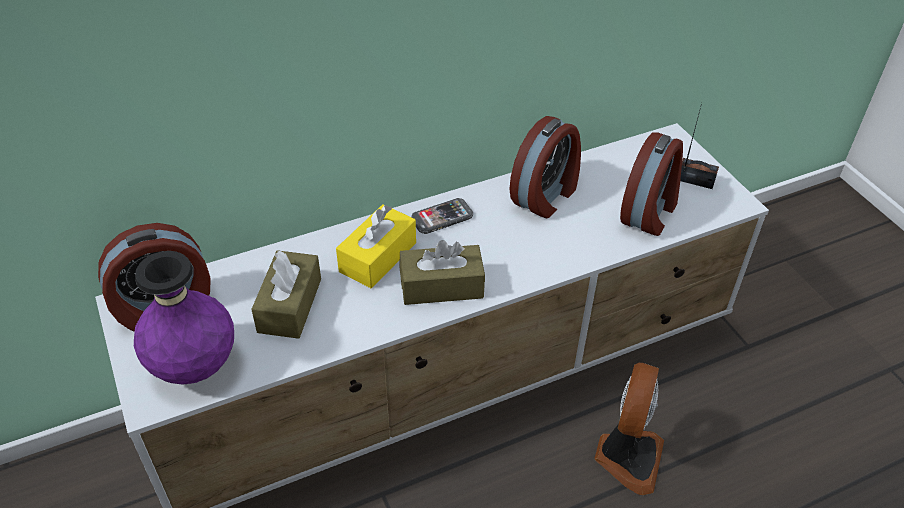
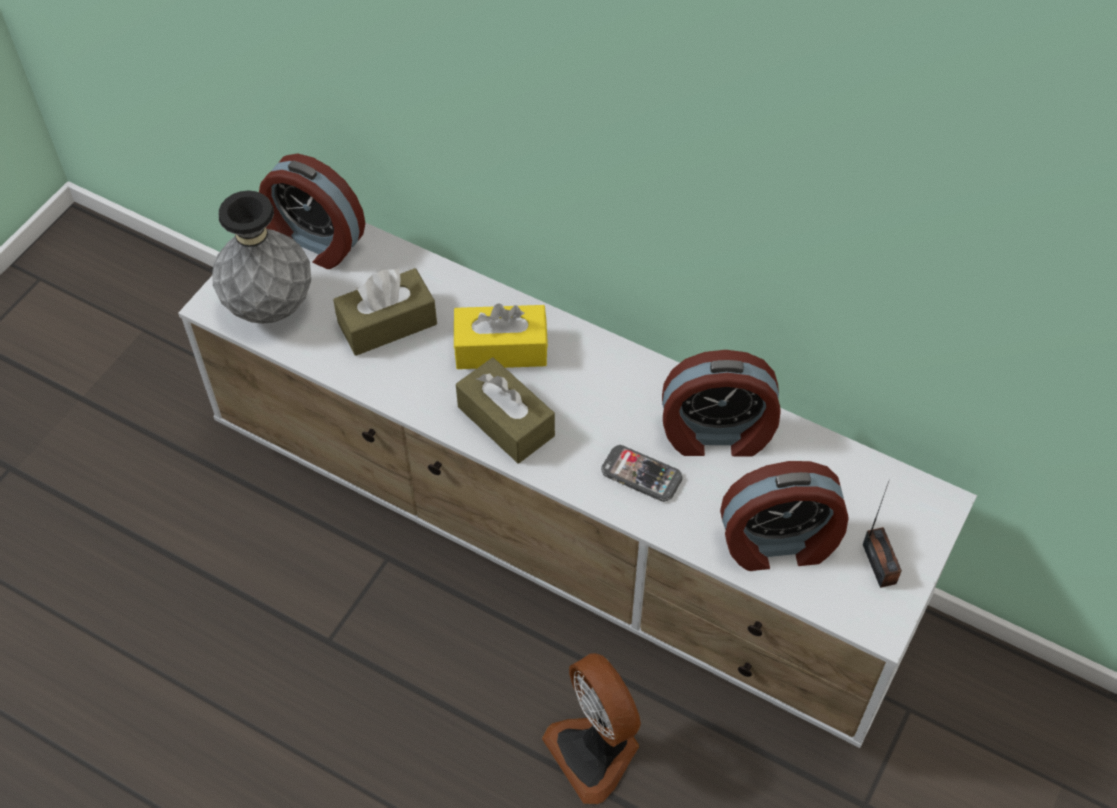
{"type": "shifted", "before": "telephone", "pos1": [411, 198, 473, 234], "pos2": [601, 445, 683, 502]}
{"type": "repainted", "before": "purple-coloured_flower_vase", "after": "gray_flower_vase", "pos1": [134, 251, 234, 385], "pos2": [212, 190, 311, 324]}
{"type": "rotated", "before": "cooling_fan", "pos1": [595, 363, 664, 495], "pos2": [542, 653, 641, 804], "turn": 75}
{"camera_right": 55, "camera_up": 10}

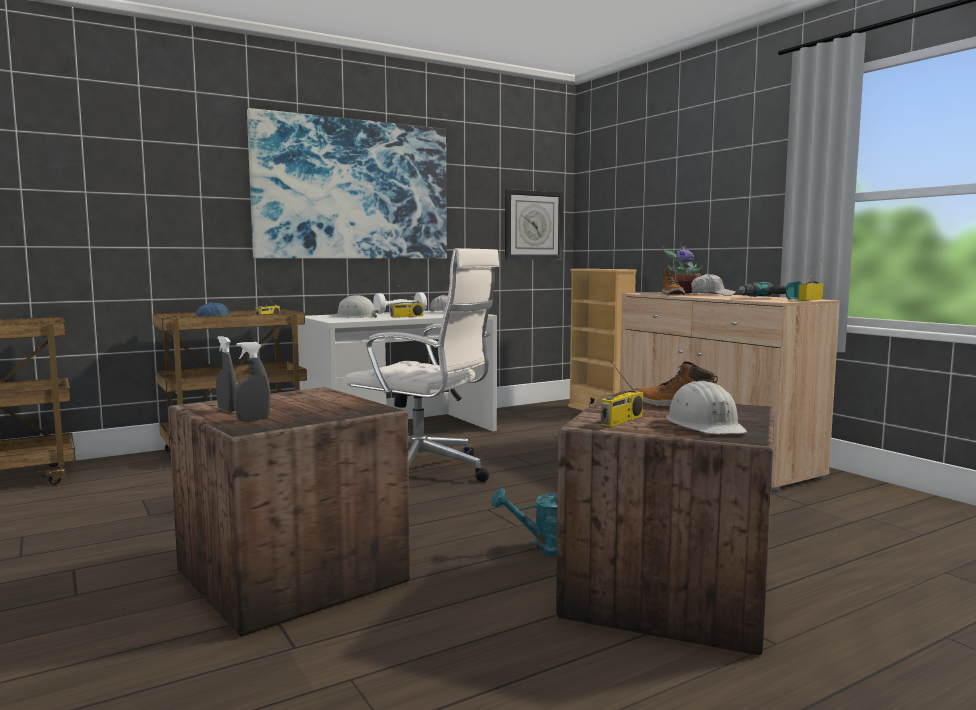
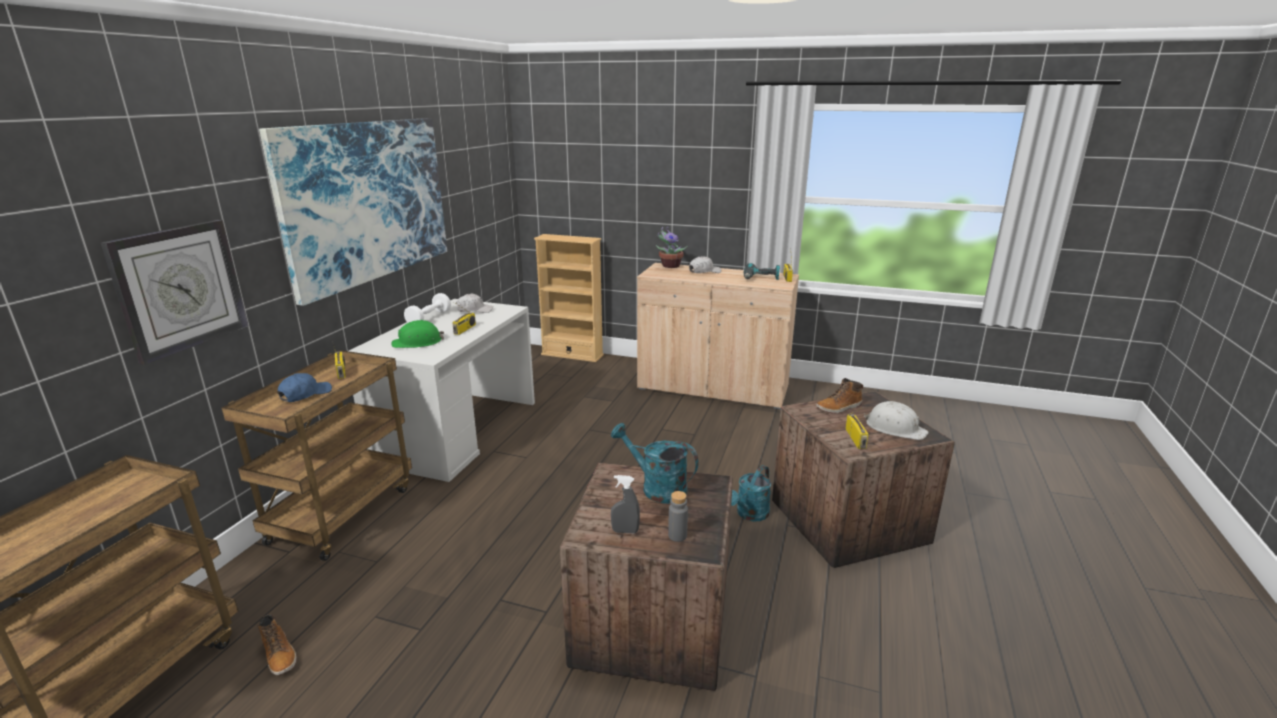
{"type": "shifted", "before": "clock_on_the_wall", "pos1": [505, 189, 563, 259], "pos2": [101, 220, 248, 365]}
{"type": "gone", "before": "white_computer_chair", "pos1": [344, 248, 500, 482]}
{"type": "shifted", "before": "boot", "pos1": [662, 268, 685, 295], "pos2": [257, 615, 297, 675]}
{"type": "repainted", "before": "white_safety_helmet", "after": "greenish_safety_helmet", "pos1": [330, 295, 379, 318], "pos2": [392, 320, 444, 348]}
{"type": "swapped", "before": "gray_hand_sprayer", "after": "gray_drink_bottle", "pos1": [234, 342, 271, 421], "pos2": [668, 491, 688, 542]}
{"type": "new", "after": "blue-green_watering_pot", "pos2": [611, 423, 699, 504]}
{"camera_right": -40, "camera_up": 15}

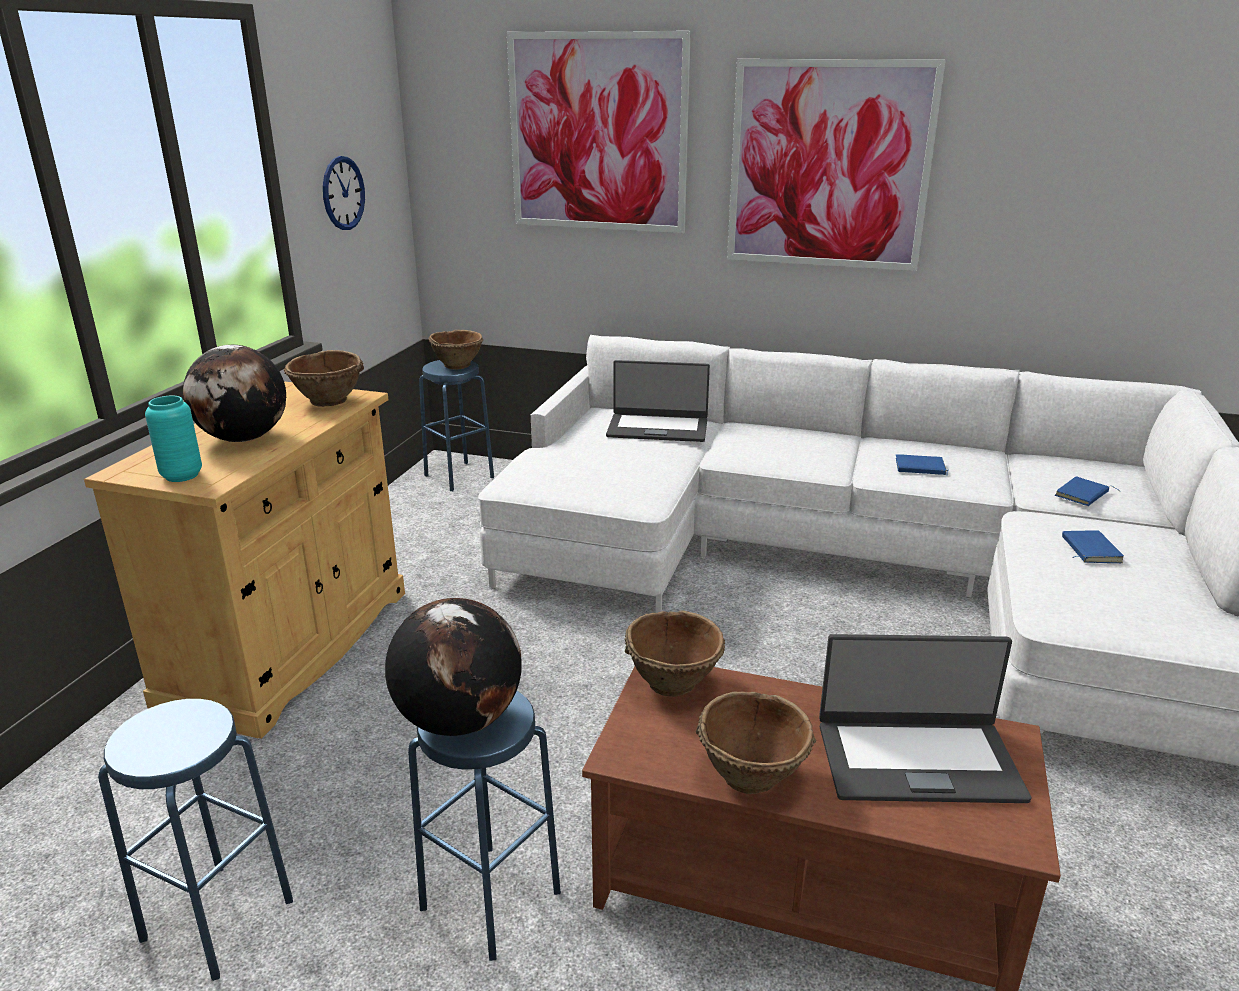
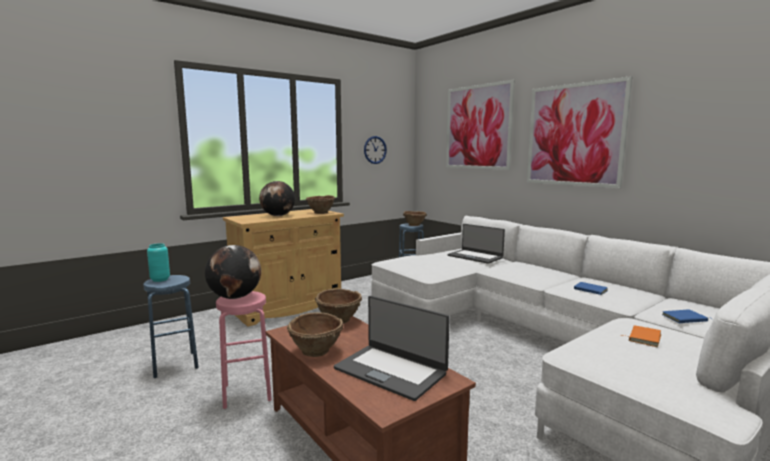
{"type": "shifted", "before": "blue-green_flower_vase", "pos1": [145, 396, 202, 482], "pos2": [147, 243, 170, 282]}
{"type": "repainted", "before": "blue_bound_book", "after": "orange_bound_book", "pos1": [1062, 530, 1124, 563], "pos2": [624, 325, 661, 347]}
{"type": "repainted", "before": "blue_stool", "after": "pink-coloured_stool", "pos1": [408, 691, 561, 961], "pos2": [216, 291, 272, 409]}
{"camera_right": 35, "camera_up": -15}

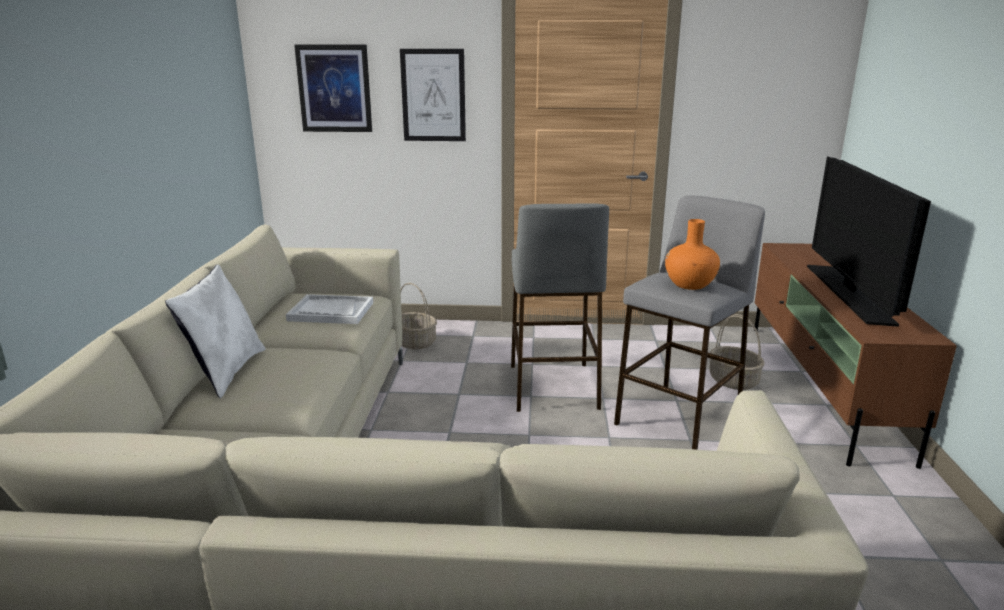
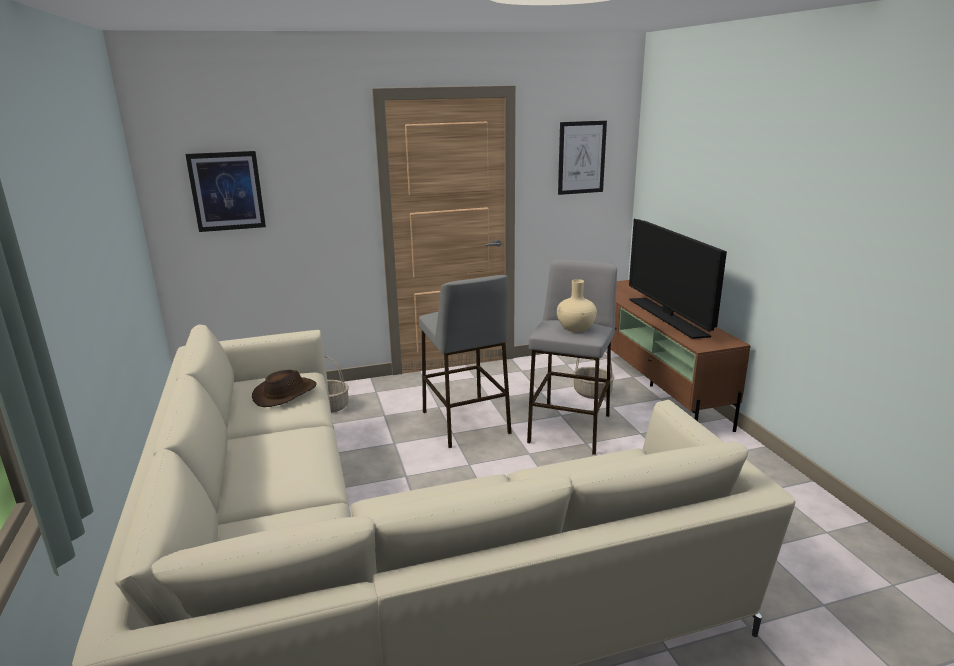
{"type": "shifted", "before": "picture", "pos1": [400, 49, 466, 141], "pos2": [558, 121, 607, 195]}
{"type": "repainted", "before": "orange_flower_vase", "after": "beige_flower_vase", "pos1": [665, 219, 720, 290], "pos2": [557, 279, 597, 332]}
{"type": "gone", "before": "white_pillow", "pos1": [165, 264, 266, 398]}
{"type": "swapped", "before": "white_serving_tray", "after": "brown_clothing_hat", "pos1": [286, 294, 373, 324], "pos2": [252, 370, 317, 407]}
{"camera_right": -20, "camera_up": 0}

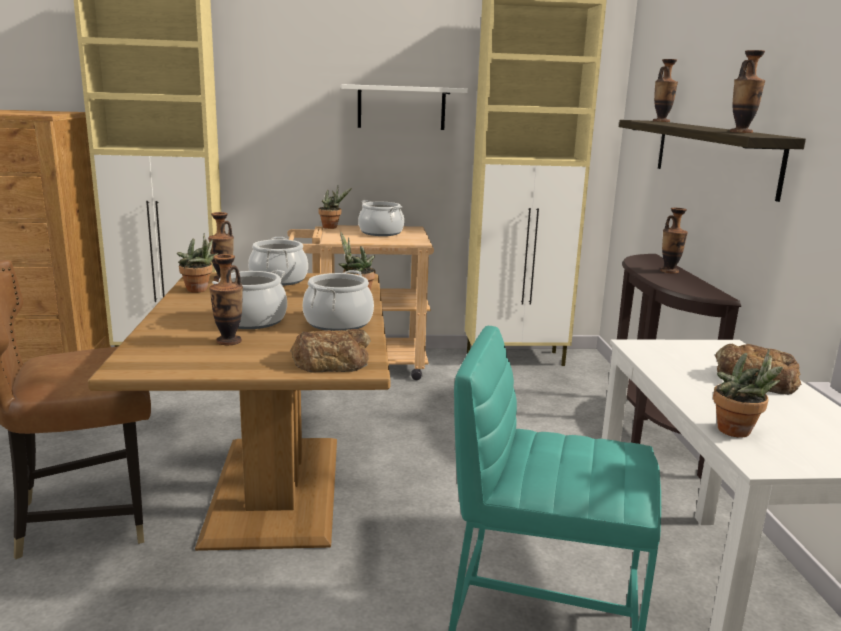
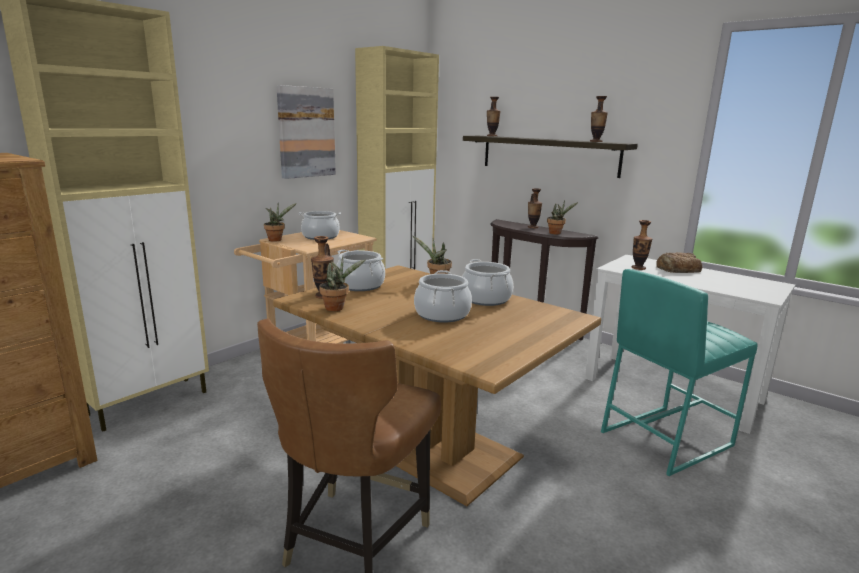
{"type": "swapped", "before": "white_wall_shelf", "after": "picture", "pos1": [341, 84, 468, 130], "pos2": [277, 85, 336, 179]}
{"type": "shifted", "before": "flower_vase", "pos1": [209, 254, 243, 346], "pos2": [632, 220, 652, 270]}
{"type": "gone", "before": "bread", "pos1": [290, 329, 371, 373]}
{"type": "shifted", "before": "houseplant", "pos1": [713, 349, 783, 437], "pos2": [547, 200, 578, 234]}
{"camera_right": -45, "camera_up": 0}

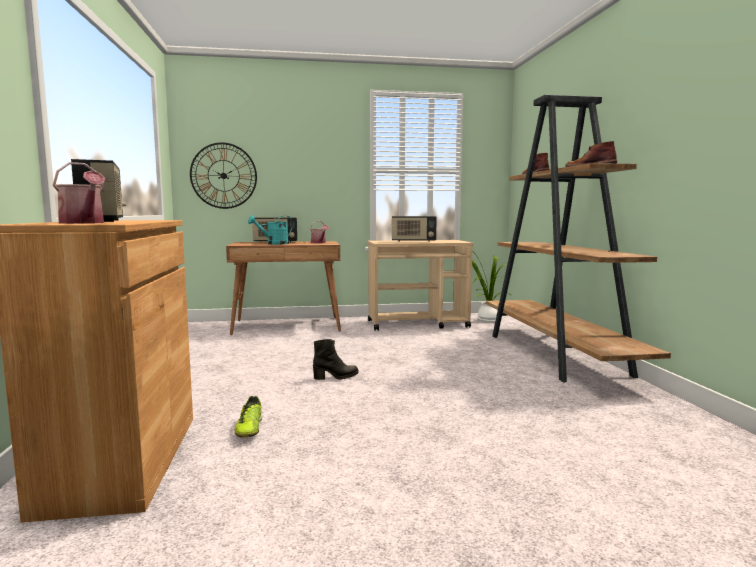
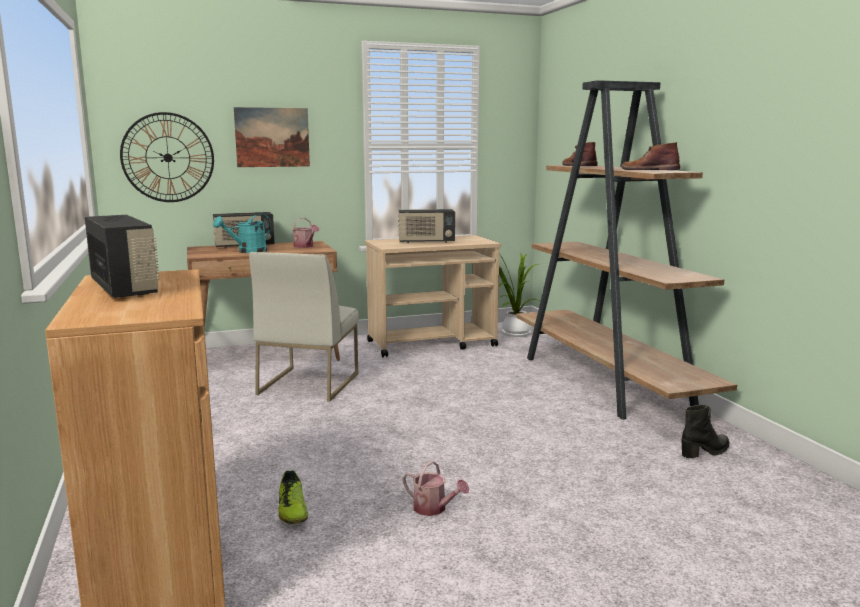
{"type": "shifted", "before": "watering_pot", "pos1": [52, 162, 105, 224], "pos2": [403, 461, 469, 516]}
{"type": "shifted", "before": "black_boot", "pos1": [313, 339, 358, 380], "pos2": [682, 405, 729, 458]}
{"type": "new", "after": "picture", "pos2": [234, 107, 310, 167]}
{"type": "new", "after": "white_chair", "pos2": [249, 252, 359, 402]}
{"camera_right": -10, "camera_up": 5}

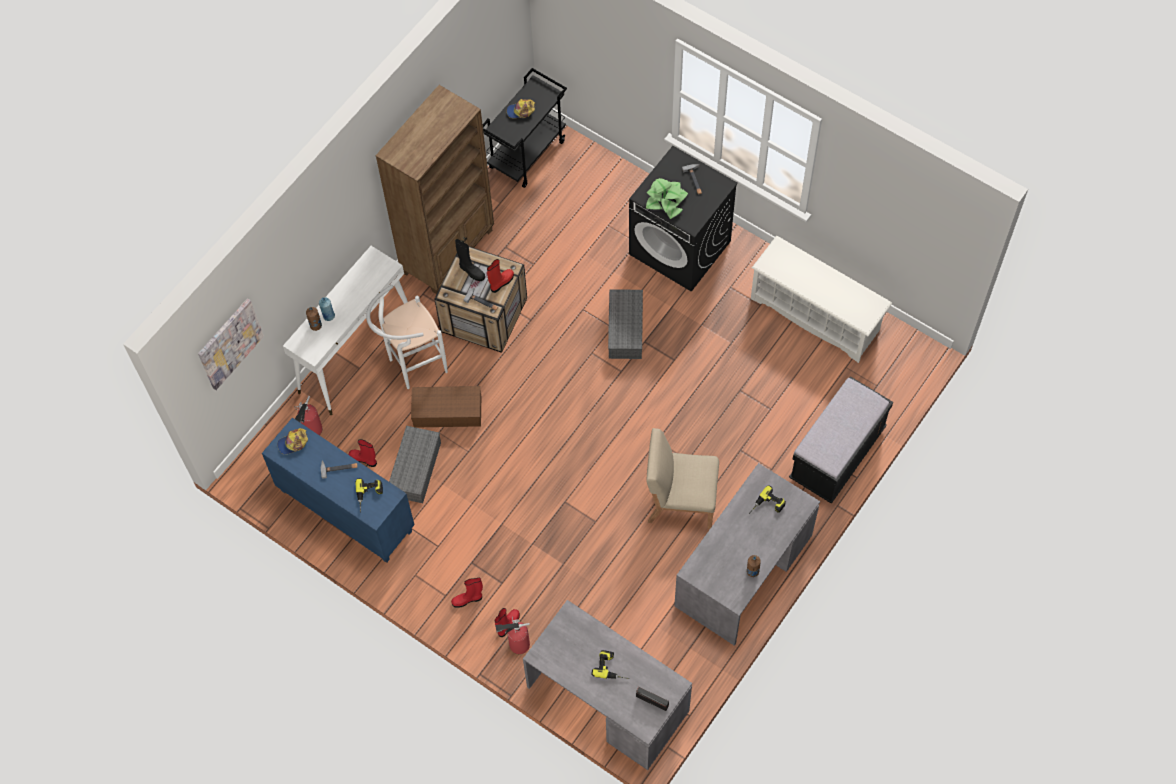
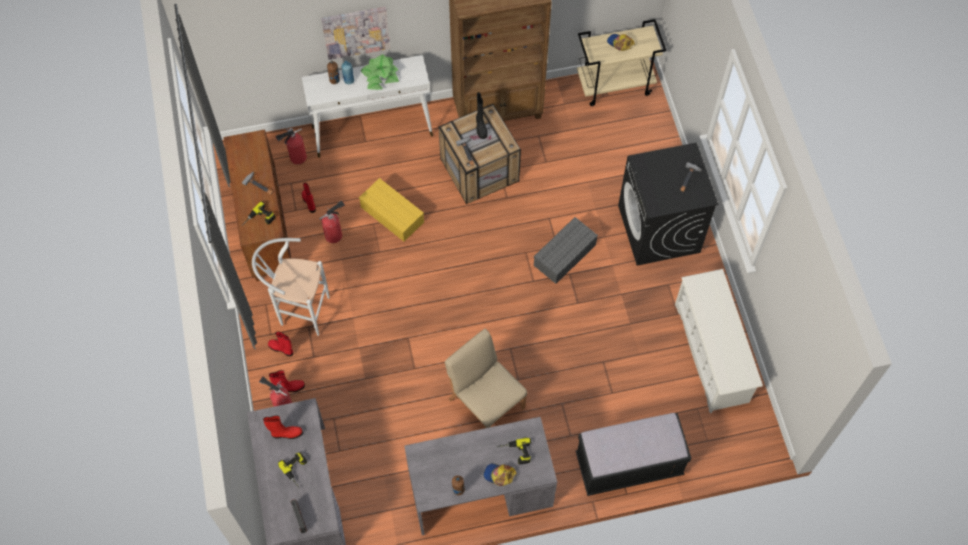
{"type": "repainted", "before": "black_trolley", "after": "beige_trolley", "pos1": [483, 68, 567, 188], "pos2": [577, 19, 666, 106]}
{"type": "shifted", "before": "houseplant", "pos1": [646, 178, 688, 219], "pos2": [361, 54, 399, 90]}
{"type": "shifted", "before": "red-coloured_boot", "pos1": [487, 259, 514, 293], "pos2": [263, 415, 303, 439]}
{"type": "shifted", "before": "white_stool", "pos1": [366, 285, 448, 389], "pos2": [252, 238, 330, 336]}
{"type": "shifted", "before": "picture", "pos1": [198, 298, 264, 390], "pos2": [321, 7, 390, 60]}
{"type": "repainted", "before": "brown_storage_container", "after": "yellowish_storage_container", "pos1": [411, 386, 481, 428], "pos2": [359, 178, 424, 242]}
{"type": "repainted", "before": "blue_storage_cabinet", "after": "brown_storage_cabinet", "pos1": [262, 417, 415, 563], "pos2": [224, 130, 291, 281]}
{"type": "swapped", "before": "gray_storage_container", "after": "extinguisher", "pos1": [389, 426, 441, 503], "pos2": [319, 200, 345, 243]}
{"type": "shifted", "before": "peaked_cap", "pos1": [277, 428, 308, 454], "pos2": [484, 463, 517, 486]}
{"camera_right": 40, "camera_up": 0}

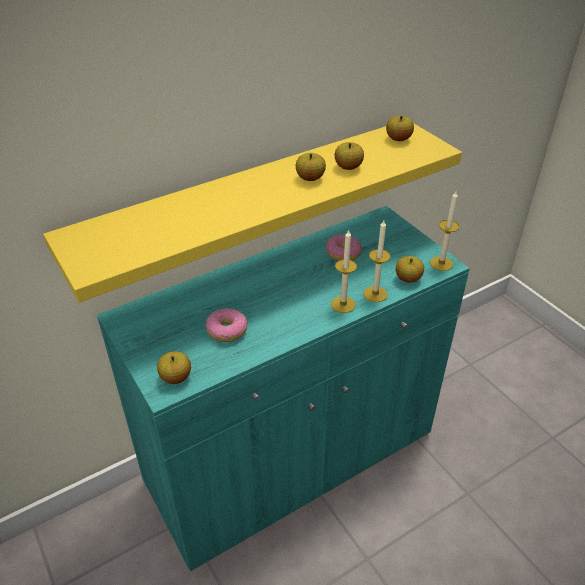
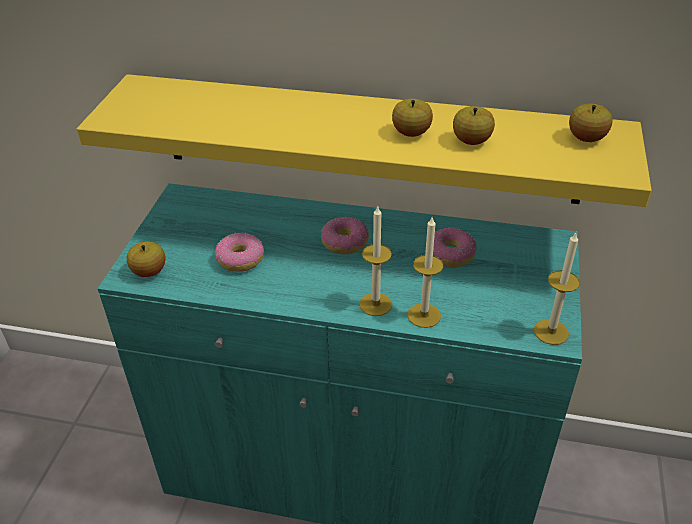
{"type": "gone", "before": "apple", "pos1": [396, 256, 424, 283]}
{"type": "new", "after": "doughnut", "pos2": [321, 217, 369, 254]}
{"camera_right": 45, "camera_up": 0}

